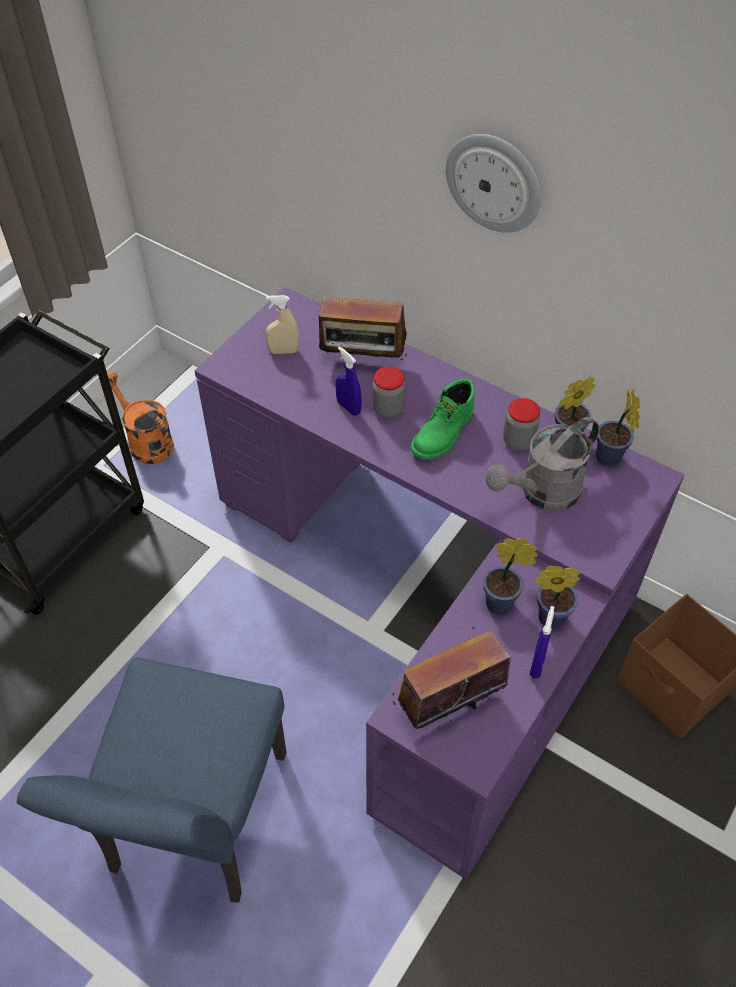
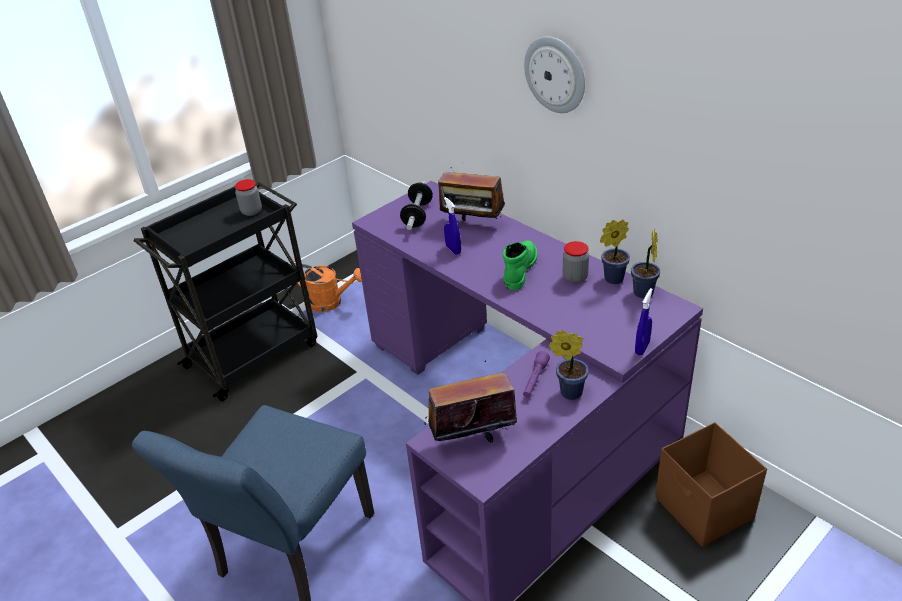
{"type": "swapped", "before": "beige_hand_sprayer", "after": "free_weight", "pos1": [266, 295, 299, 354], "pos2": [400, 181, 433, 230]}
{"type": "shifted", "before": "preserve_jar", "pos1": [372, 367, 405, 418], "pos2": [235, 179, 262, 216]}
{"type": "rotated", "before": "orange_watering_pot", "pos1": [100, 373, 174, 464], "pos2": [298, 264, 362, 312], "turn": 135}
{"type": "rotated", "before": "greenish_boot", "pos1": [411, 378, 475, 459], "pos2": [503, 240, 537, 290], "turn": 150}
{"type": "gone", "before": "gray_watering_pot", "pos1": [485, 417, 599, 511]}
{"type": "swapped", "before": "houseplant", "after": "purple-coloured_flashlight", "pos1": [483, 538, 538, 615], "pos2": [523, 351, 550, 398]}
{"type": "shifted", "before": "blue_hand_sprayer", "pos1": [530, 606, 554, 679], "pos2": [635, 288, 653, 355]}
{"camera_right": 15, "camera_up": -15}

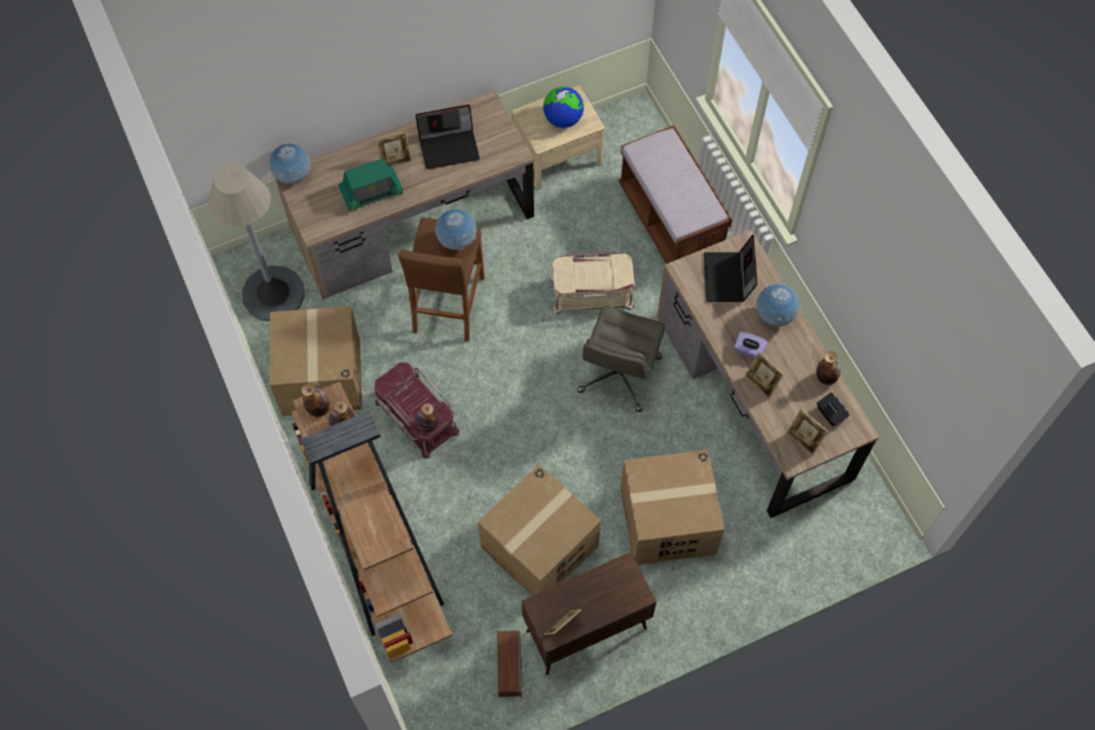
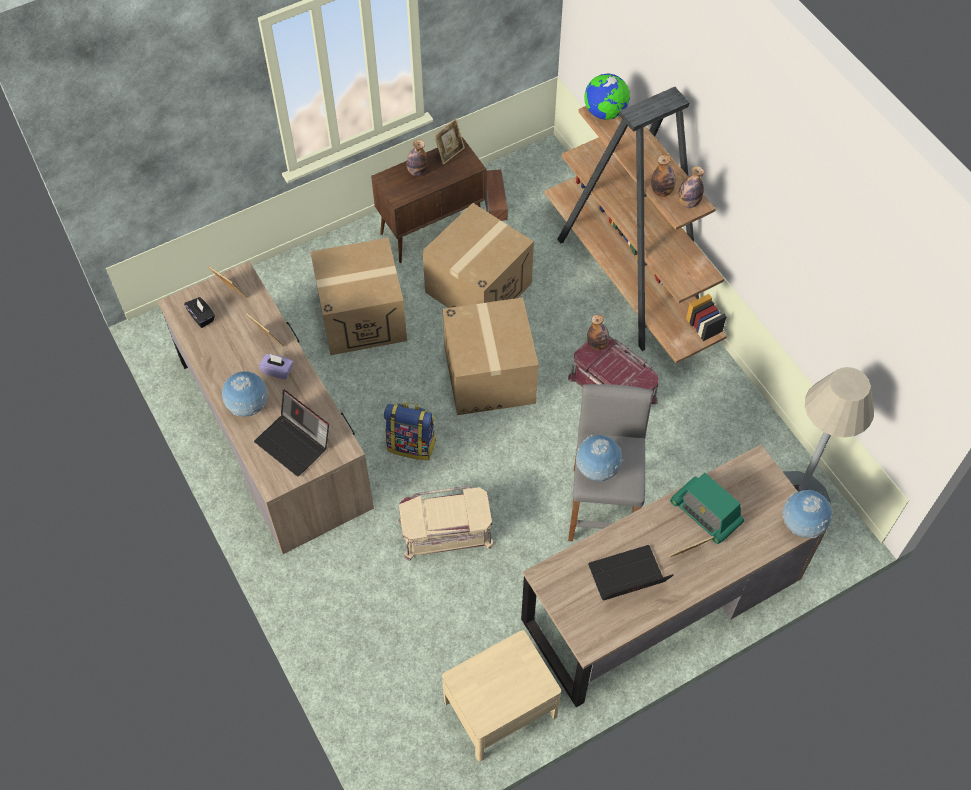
{"type": "shifted", "before": "desk_globe", "pos1": [543, 87, 584, 128], "pos2": [584, 73, 630, 120]}
{"type": "gone", "before": "brown_indoor_bench", "pos1": [618, 125, 732, 264]}
{"type": "rotated", "before": "radio_receiver", "pos1": [339, 158, 403, 212], "pos2": [670, 473, 744, 544], "turn": -105}
{"type": "repainted", "before": "brown_stool", "after": "gray_stool", "pos1": [398, 217, 485, 342], "pos2": [568, 384, 653, 541]}
{"type": "rotated", "before": "portable_computer", "pos1": [704, 234, 757, 302], "pos2": [254, 390, 329, 477], "turn": 135}
{"type": "shifted", "before": "packing_box", "pos1": [270, 306, 362, 416], "pos2": [443, 297, 539, 415]}
{"type": "swapped", "before": "gray_computer_chair", "after": "rucksack", "pos1": [577, 306, 665, 412], "pos2": [384, 402, 436, 460]}
{"type": "shifted", "before": "drink_bottle", "pos1": [816, 351, 841, 385], "pos2": [407, 139, 428, 176]}
{"camera_right": 175, "camera_up": -5}

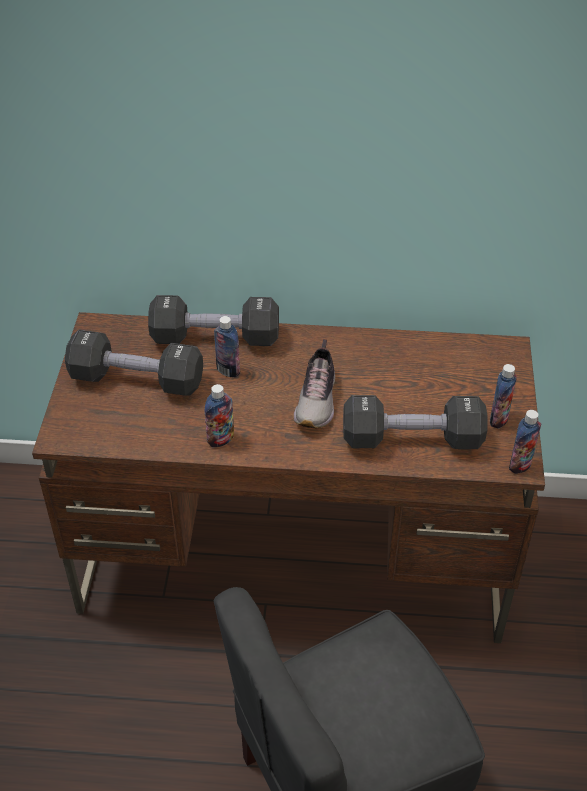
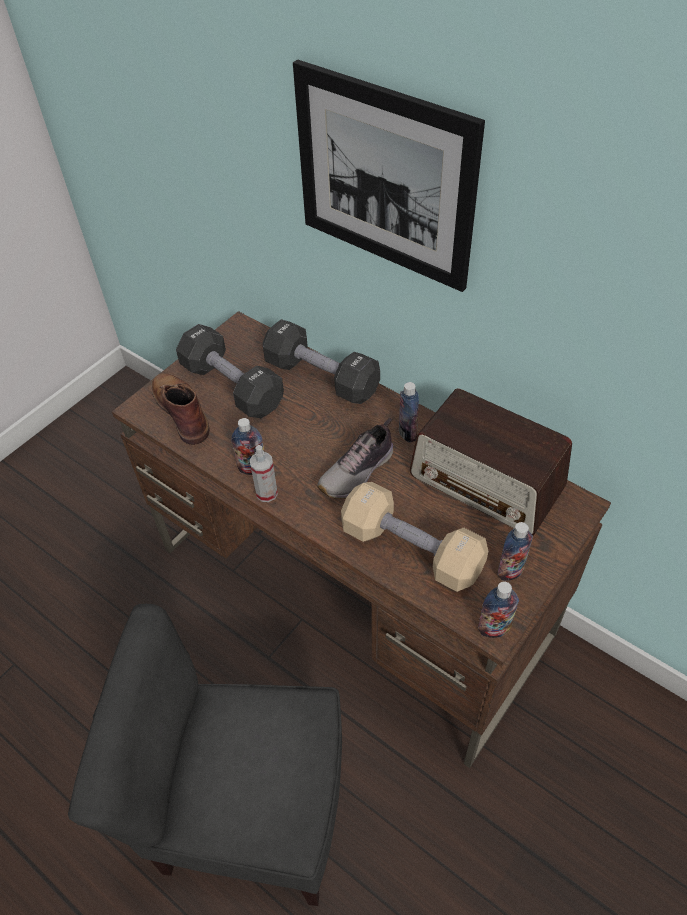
{"type": "shifted", "before": "drink_bottle", "pos1": [214, 316, 240, 378], "pos2": [399, 382, 419, 443]}
{"type": "repainted", "before": "black_free_weight", "after": "beige_free_weight", "pos1": [343, 395, 488, 449], "pos2": [341, 482, 488, 592]}
{"type": "new", "after": "picture", "pos2": [293, 60, 485, 292]}
{"type": "new", "after": "brown_boot", "pos2": [151, 373, 210, 445]}
{"type": "new", "after": "radio_receiver", "pos2": [409, 388, 572, 535]}
{"type": "new", "after": "hand_sprayer", "pos2": [250, 445, 278, 502]}
{"camera_right": 35, "camera_up": 5}

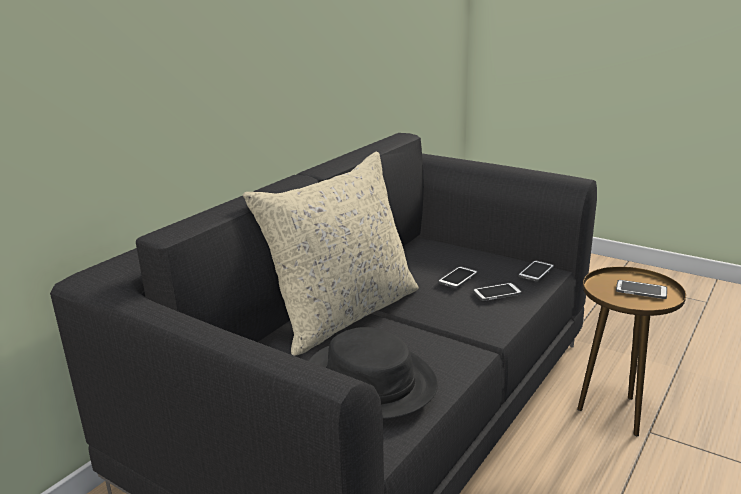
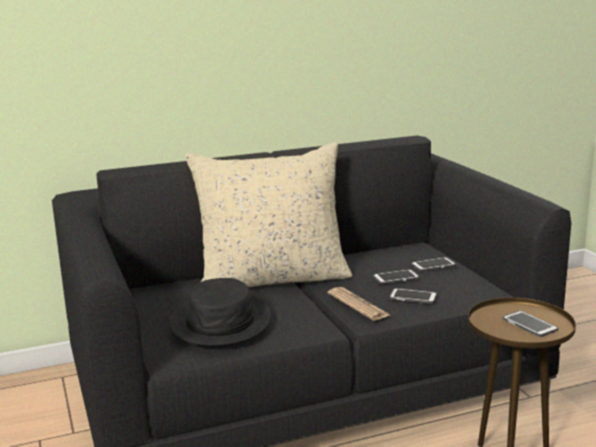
{"type": "shifted", "before": "telephone", "pos1": [518, 260, 554, 282], "pos2": [411, 257, 456, 271]}
{"type": "new", "after": "newspaper", "pos2": [328, 287, 390, 321]}
{"camera_right": 35, "camera_up": -5}

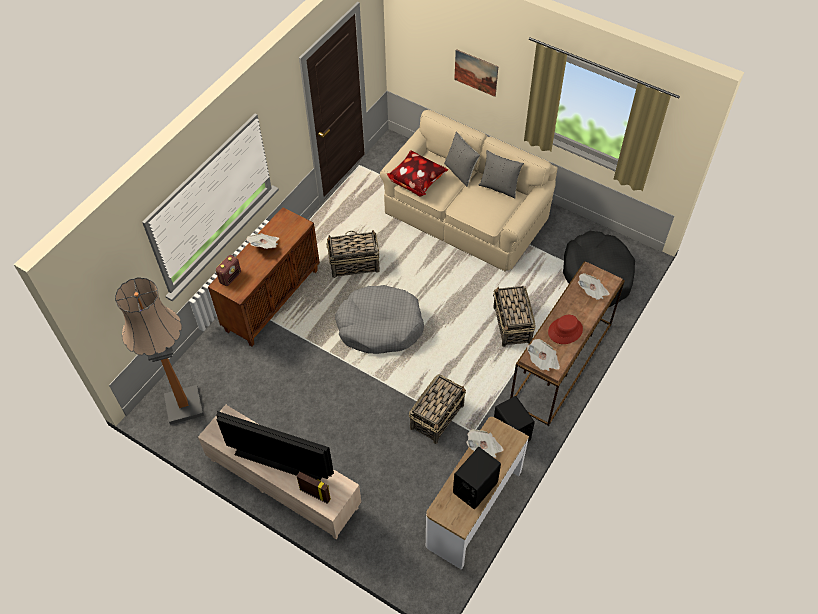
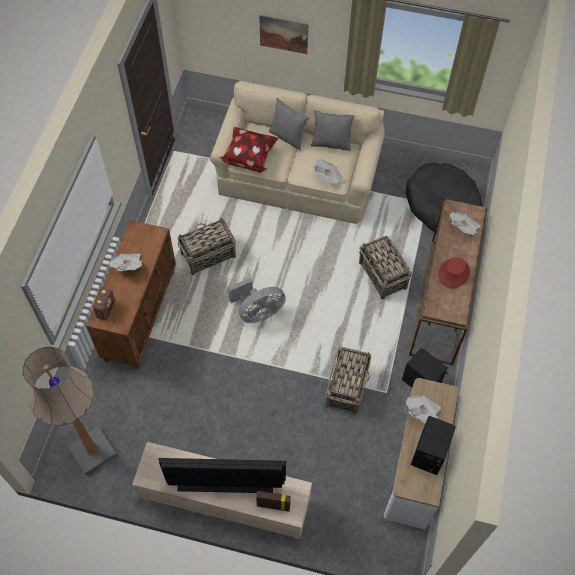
{"type": "swapped", "before": "gray_dog_cushion", "after": "gray_cooling_fan", "pos1": [335, 285, 424, 354], "pos2": [228, 278, 286, 323]}
{"type": "shifted", "before": "newspaper", "pos1": [527, 339, 560, 371], "pos2": [313, 159, 344, 184]}
{"camera_right": -20, "camera_up": 5}

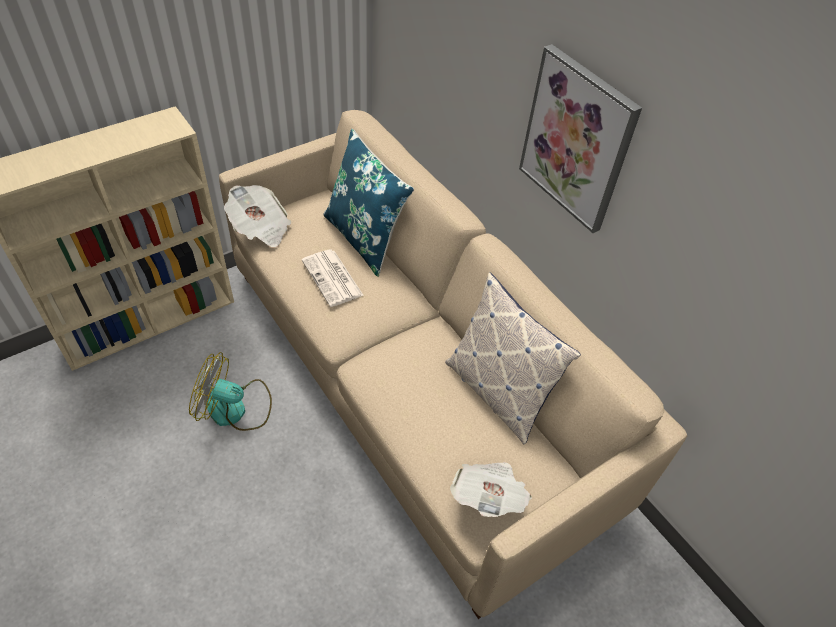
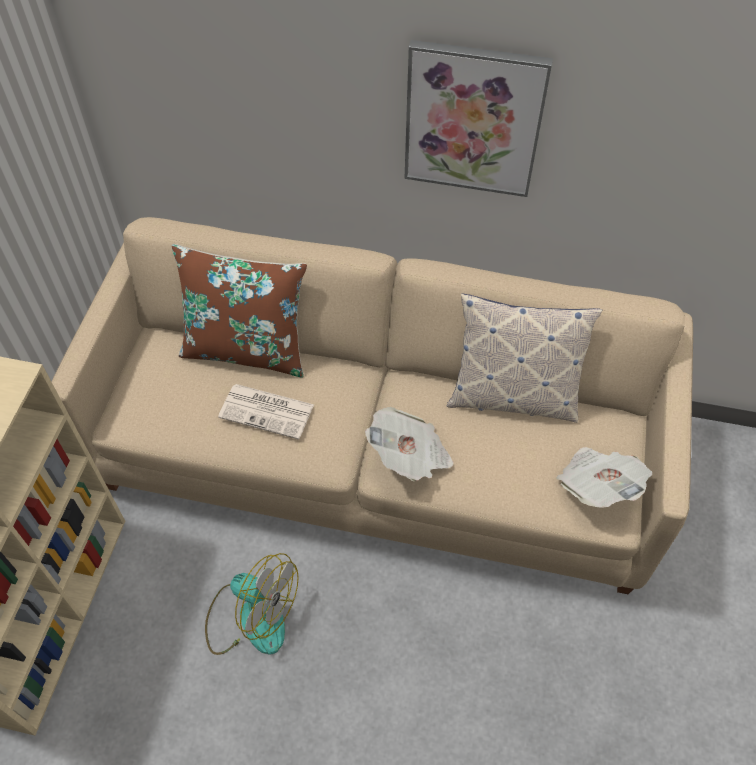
{"type": "repainted", "before": "blue_pillow", "after": "brown_pillow", "pos1": [323, 129, 414, 277], "pos2": [172, 244, 307, 377]}
{"type": "shifted", "before": "newspaper", "pos1": [224, 185, 291, 247], "pos2": [365, 407, 454, 481]}
{"type": "rotated", "before": "cooling_fan", "pos1": [189, 352, 272, 431], "pos2": [205, 553, 299, 655], "turn": -120}
{"camera_right": -40, "camera_up": 5}

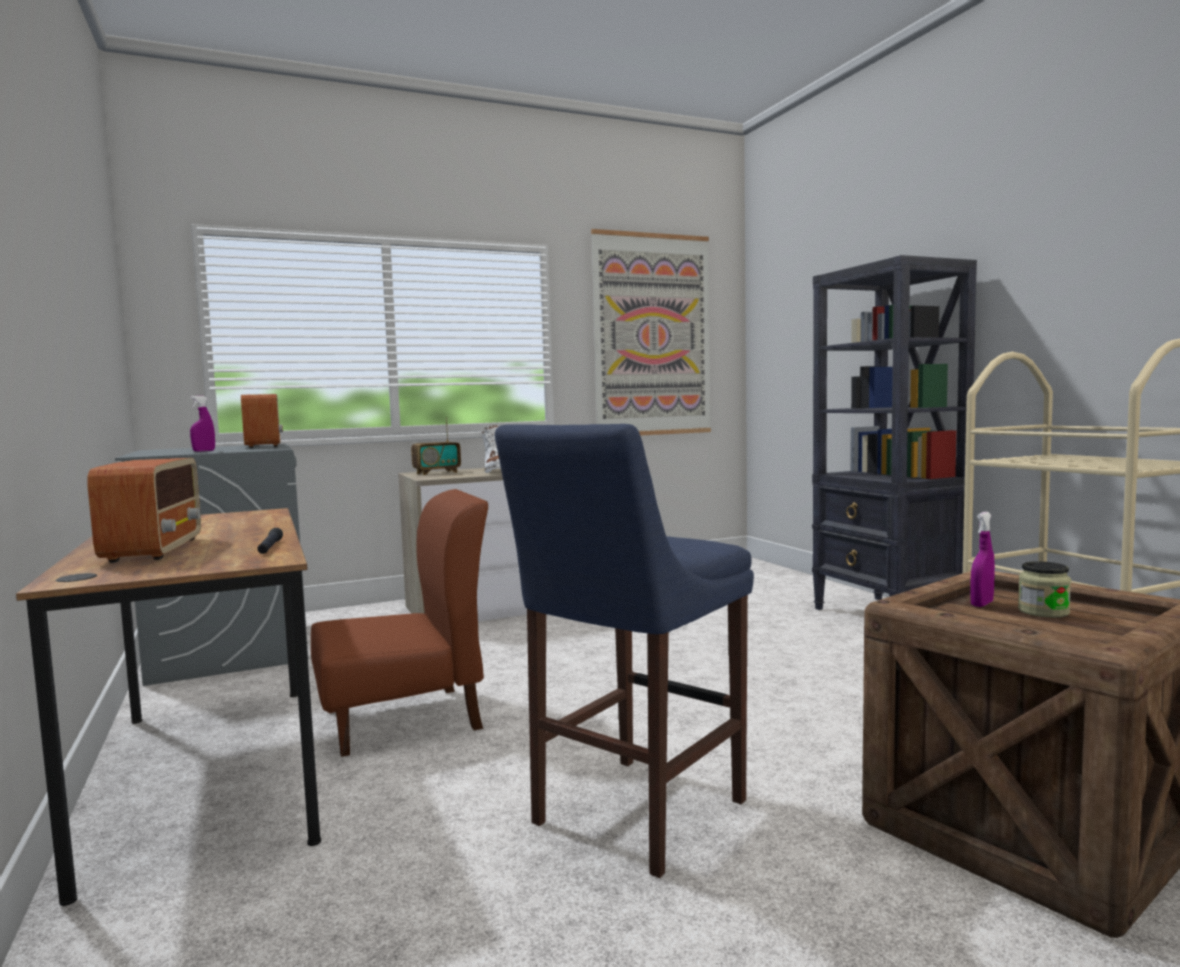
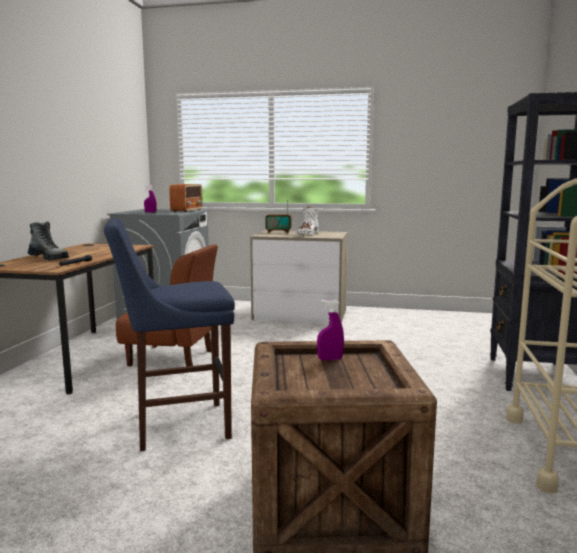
{"type": "gone", "before": "picture", "pos1": [591, 229, 711, 436]}
{"type": "swapped", "before": "radio_receiver", "after": "boot", "pos1": [87, 458, 201, 563], "pos2": [28, 221, 69, 260]}
{"type": "gone", "before": "preserve_jar", "pos1": [1018, 561, 1071, 618]}
{"camera_right": 35, "camera_up": 5}

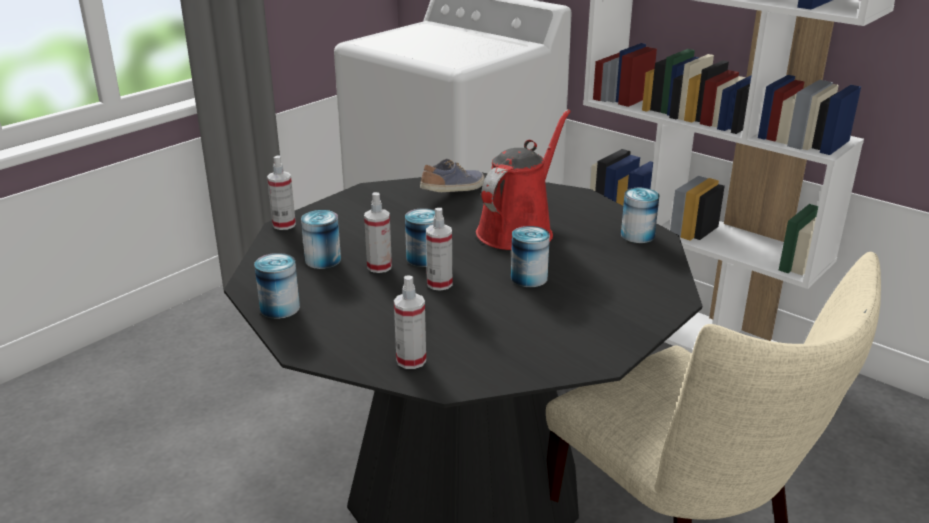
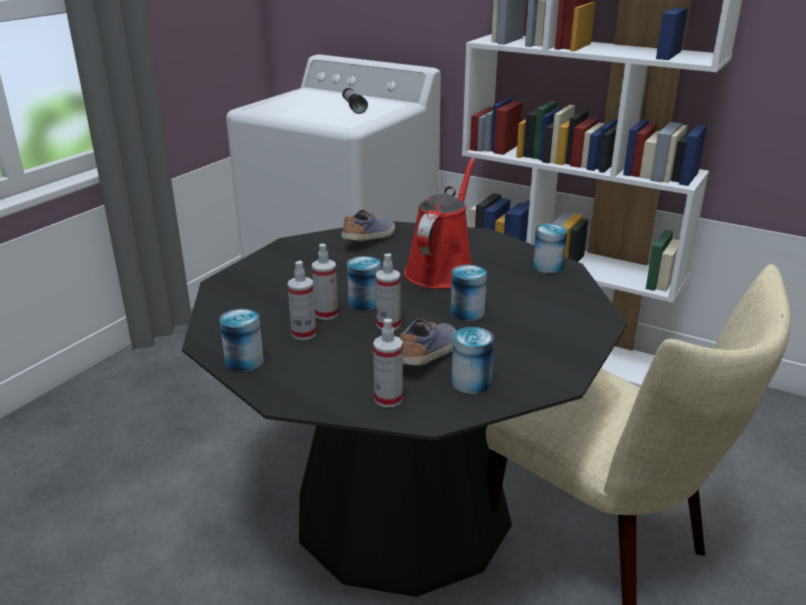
{"type": "shifted", "before": "hand_sprayer", "pos1": [267, 155, 296, 230], "pos2": [288, 261, 316, 340]}
{"type": "shifted", "before": "can", "pos1": [301, 210, 341, 269], "pos2": [452, 327, 494, 394]}
{"type": "new", "after": "flashlight", "pos2": [342, 88, 368, 114]}
{"type": "new", "after": "low_shoe", "pos2": [400, 318, 456, 365]}
{"camera_right": -10, "camera_up": 0}

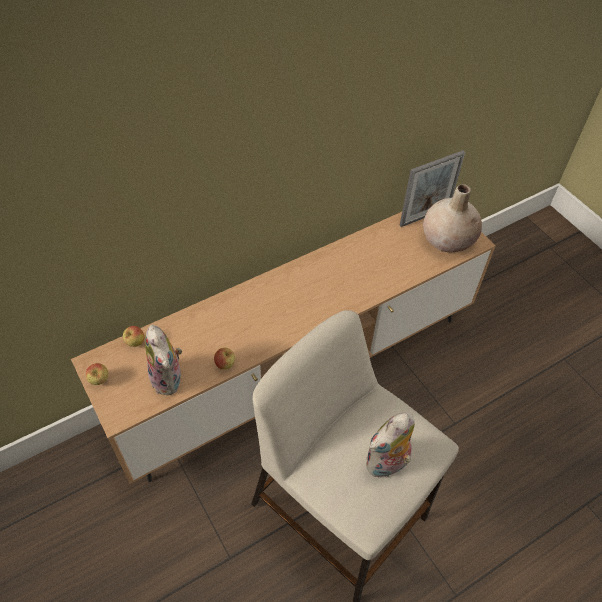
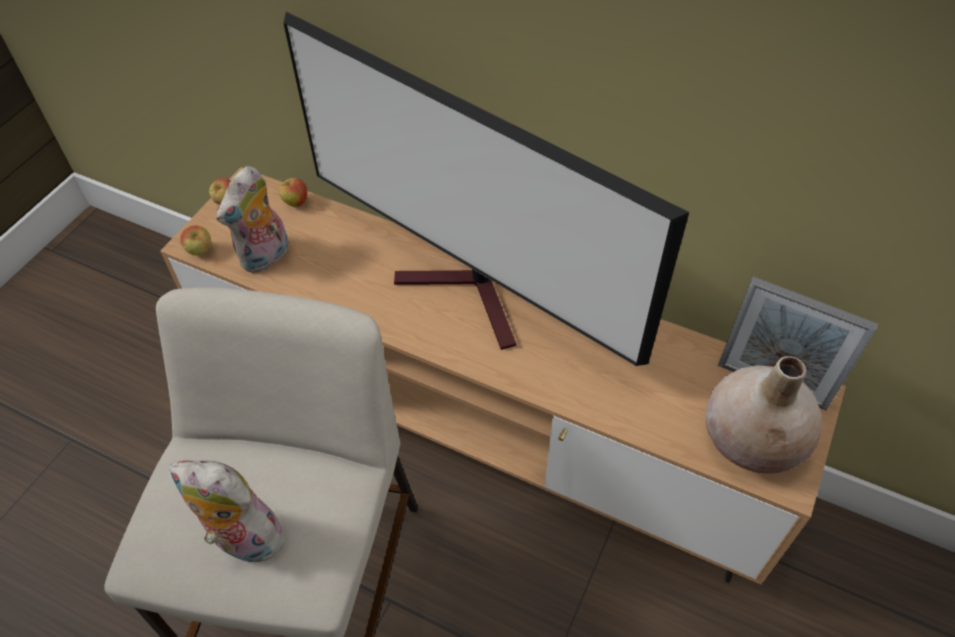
{"type": "shifted", "before": "apple", "pos1": [214, 348, 235, 369], "pos2": [180, 225, 211, 255]}
{"type": "new", "after": "television", "pos2": [284, 12, 689, 366]}
{"camera_right": 60, "camera_up": 0}

